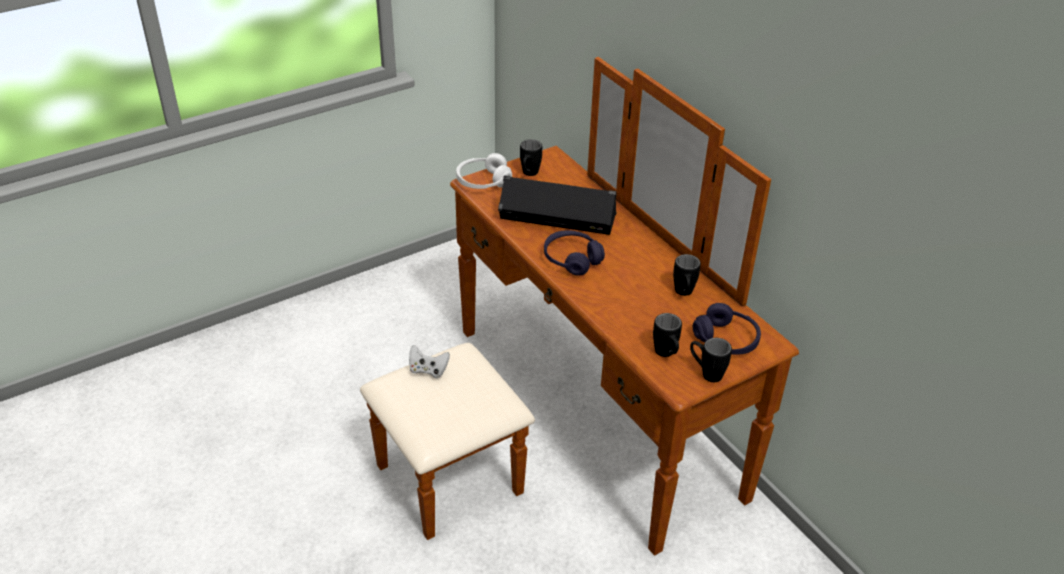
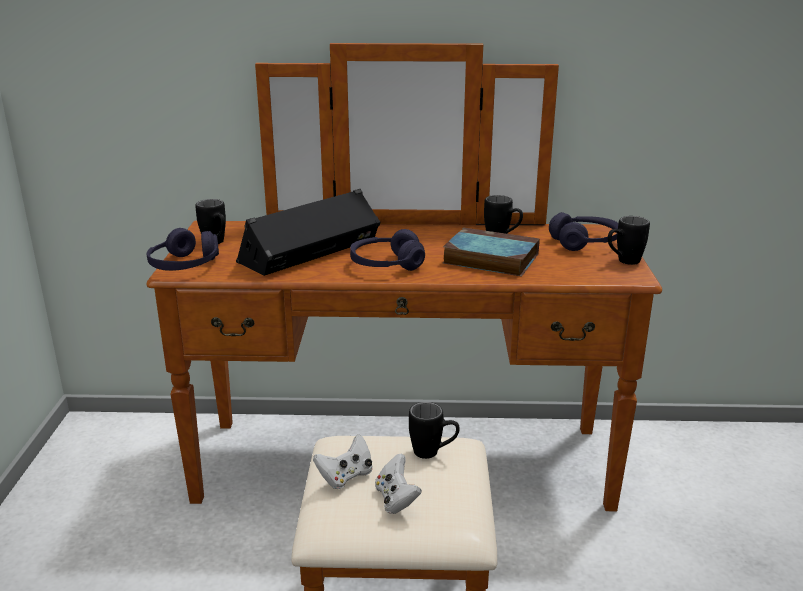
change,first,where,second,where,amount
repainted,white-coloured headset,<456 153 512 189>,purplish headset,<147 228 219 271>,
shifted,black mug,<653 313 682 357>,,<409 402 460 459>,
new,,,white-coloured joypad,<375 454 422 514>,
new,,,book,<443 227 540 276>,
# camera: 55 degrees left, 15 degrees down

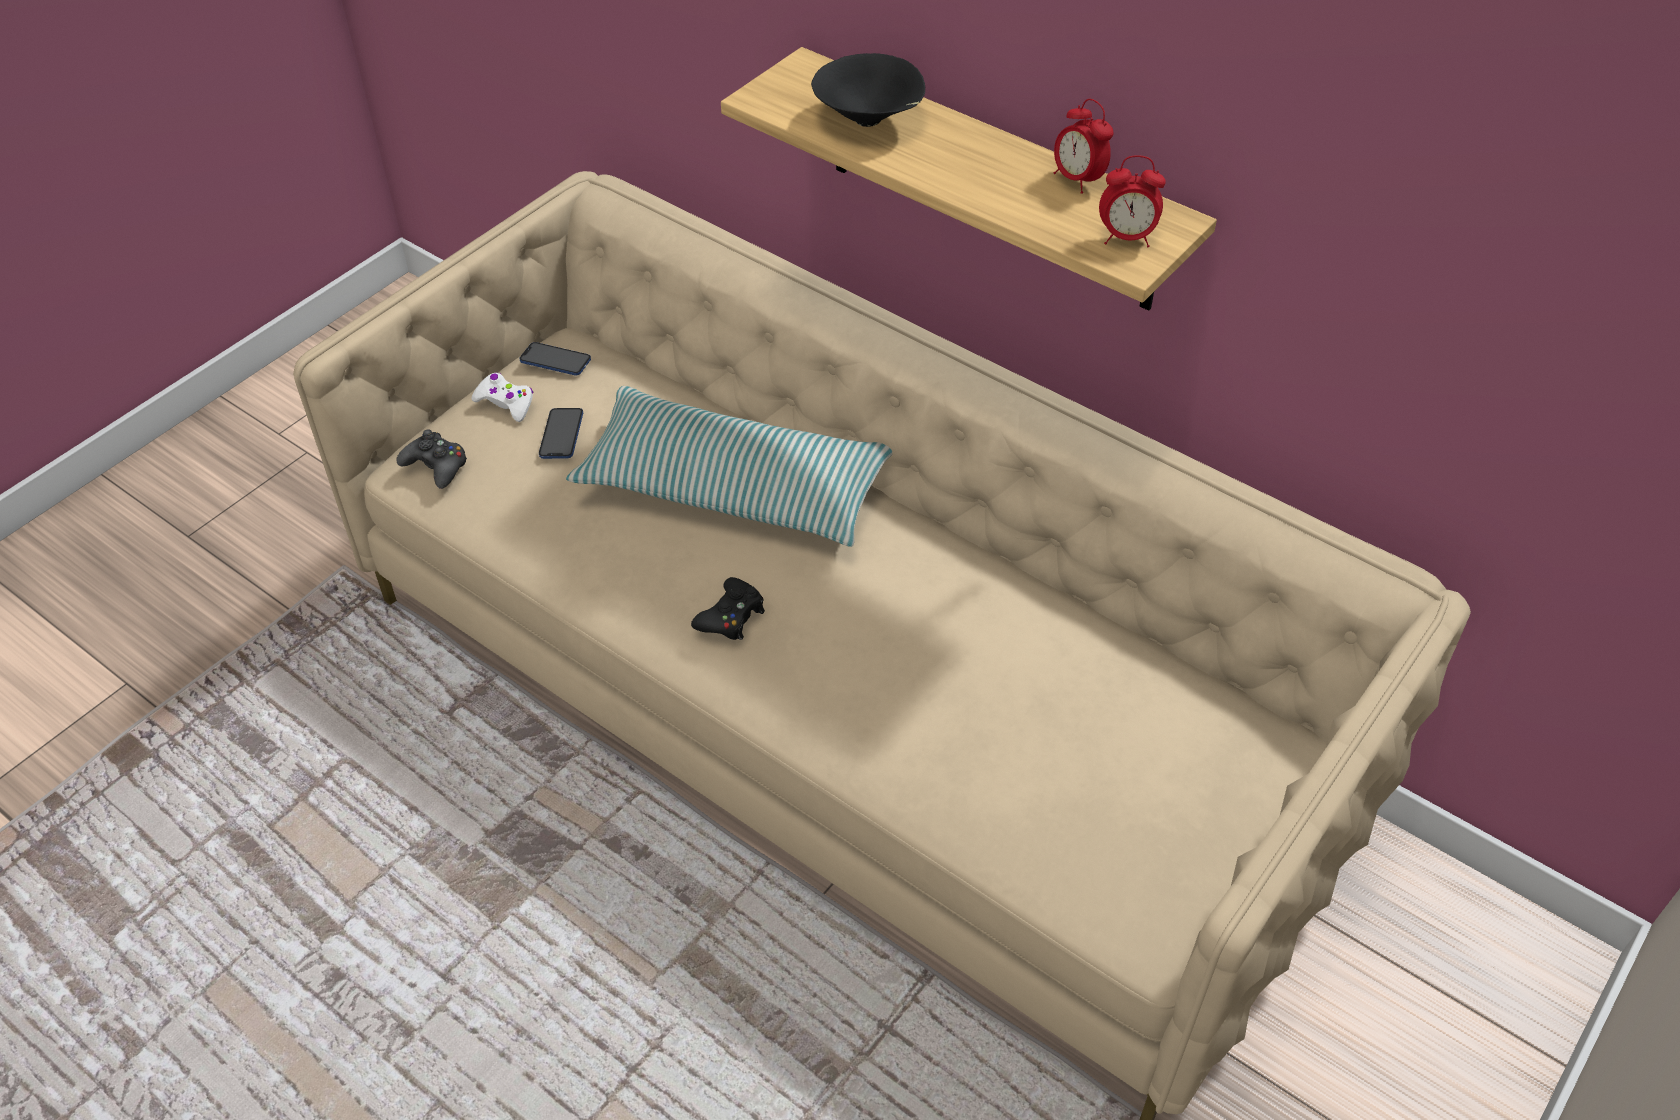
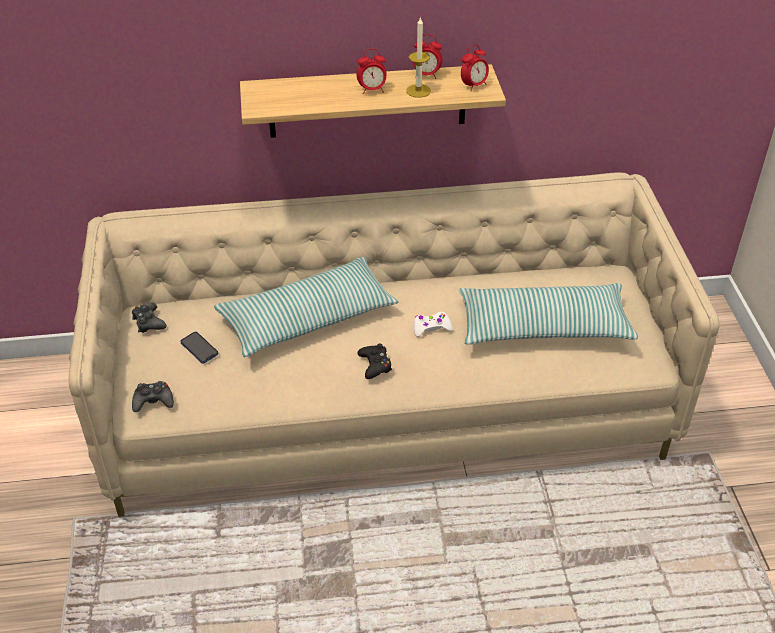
change,first,where,second,where,amount
shifted,white-coloured joypad,<471 373 534 422>,,<414 312 453 337>,
swapped,handset,<519 342 591 376>,black joypad,<132 302 167 333>,
gone,black serving bowl,<811 53 925 127>,,,
new,,,alarm clock,<357 49 387 94>,
new,,,candle,<406 18 431 98>,
new,,,cushion,<459 283 638 345>,
# camera: 45 degrees left, 5 degrees down

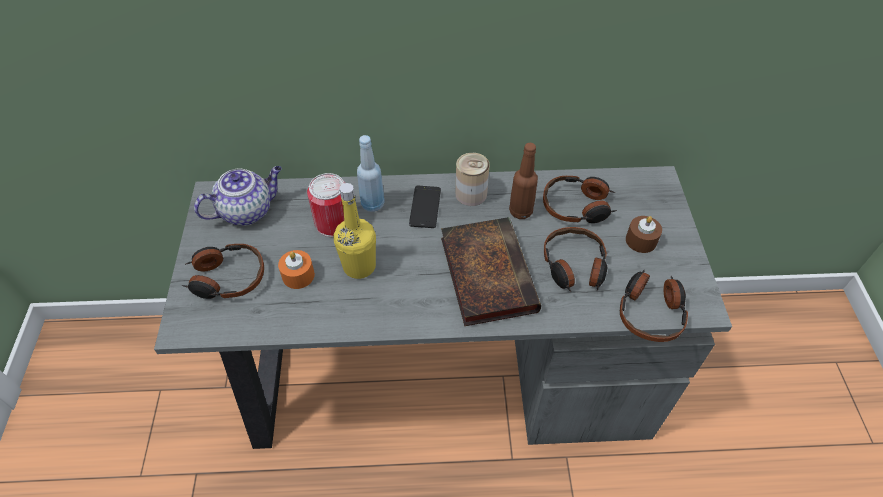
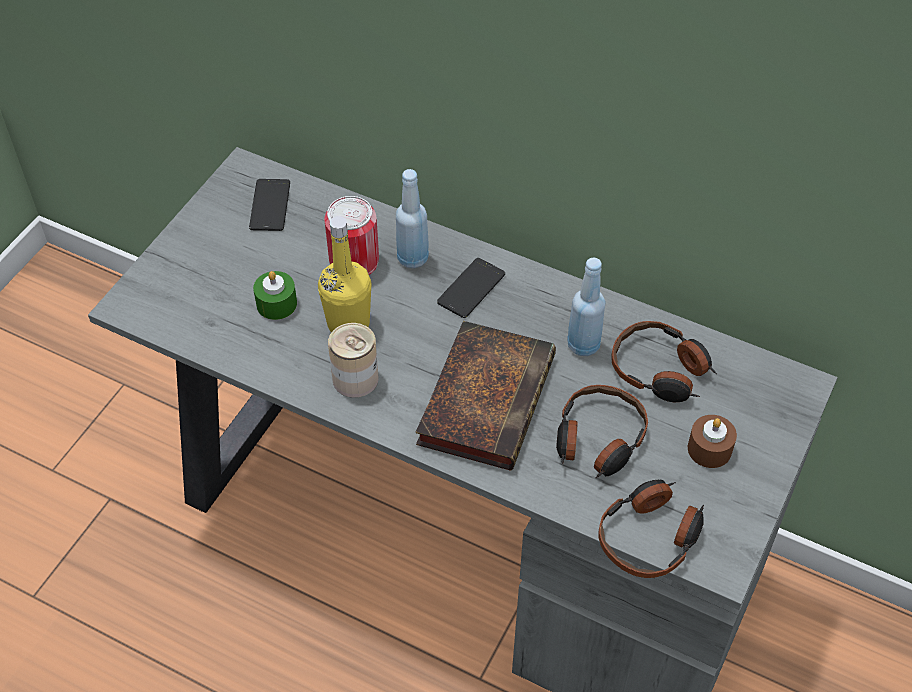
change,first,where,second,where,amount
gone,headset,<182 244 264 299>,,,
swapped,teapot,<194 166 282 226>,handset,<249 179 290 231>,
repainted,orangey candle,<278 250 315 289>,green candle,<253 271 297 320>,
shifted,metal can,<456 153 490 206>,,<328 323 378 398>,
repainted,brownish beverage bottle,<509 143 538 219>,blue beverage bottle,<567 257 606 356>,
# camera: 30 degrees right, 0 degrees up

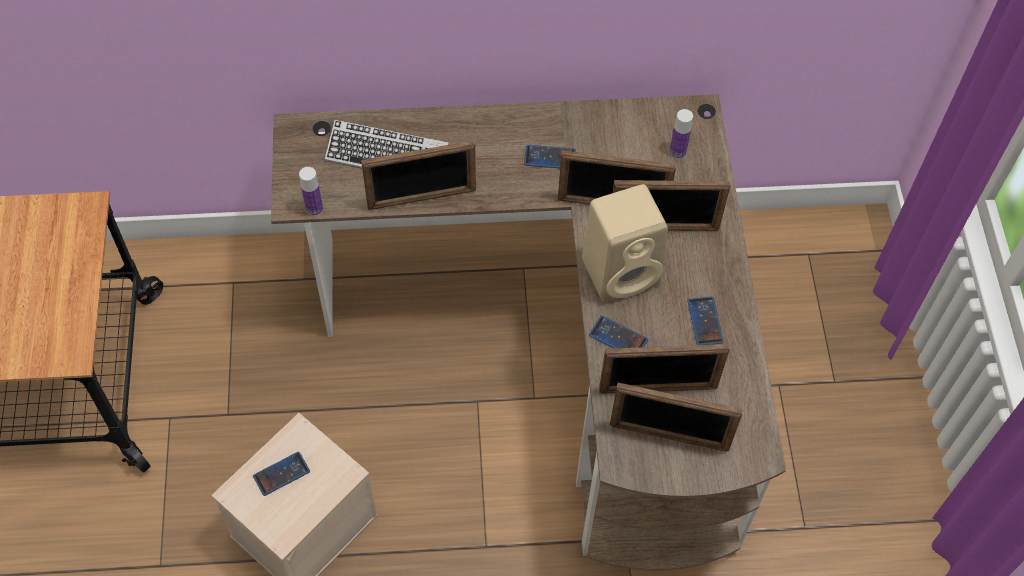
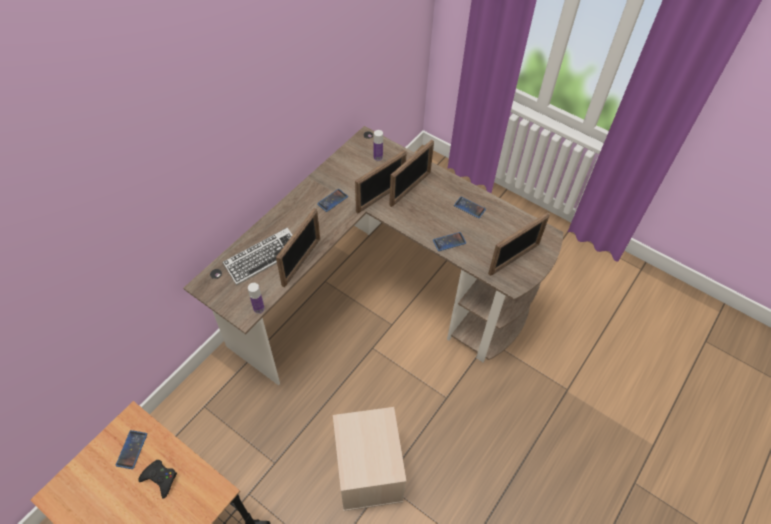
change,first,where,second,where,amount
shifted,handset,<253 452 310 496>,,<116 430 147 469>,
gone,beige speaker,<582 184 668 303>,,,
gone,photo frame,<599 344 730 394>,,,
new,,,black joypad,<138 460 177 499>,
# camera: 50 degrees left, 5 degrees down

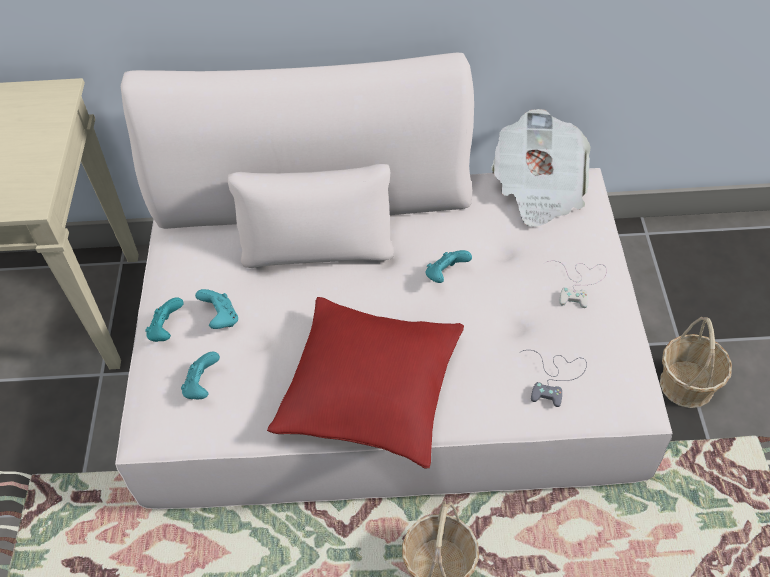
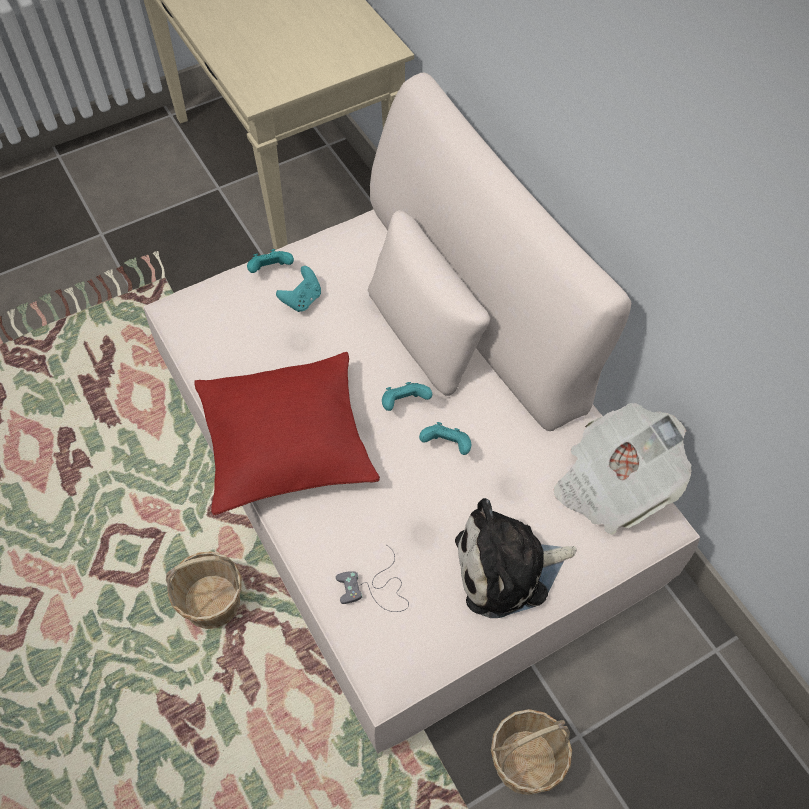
change,first,where,second,where,amount
shifted,blue-green joypad,<181 352 220 399>,,<382 382 432 411>,
swapped,white-coloured joypad,<545 261 607 308>,plush toy,<455 498 577 618>,
# camera: 60 degrees right, 5 degrees up

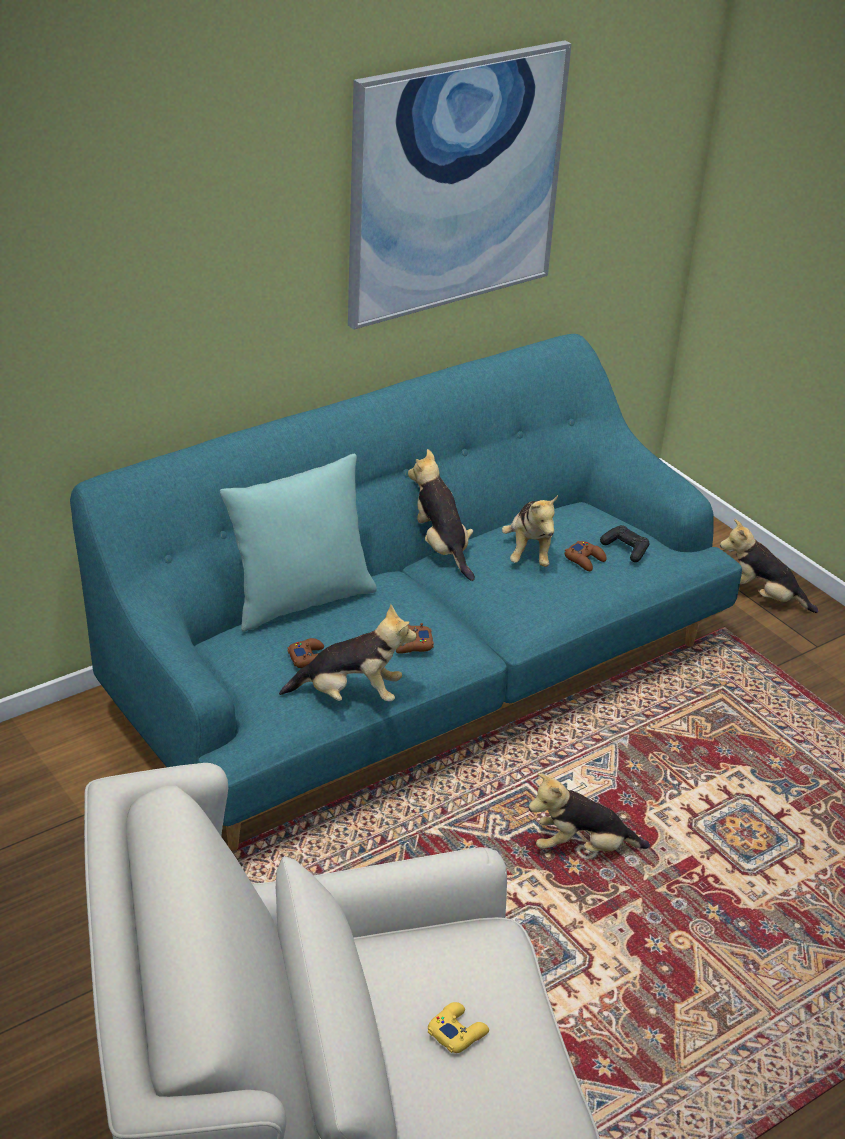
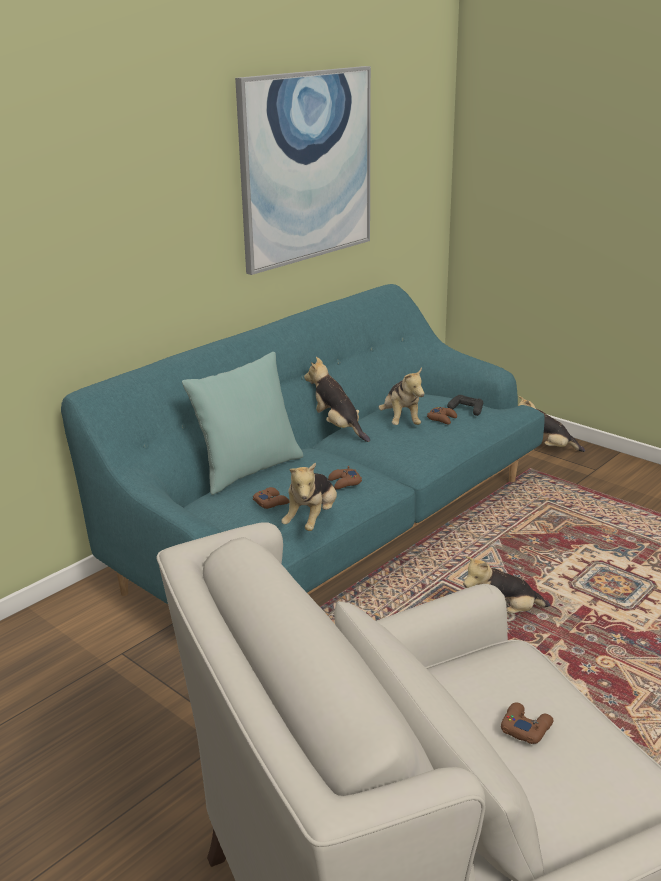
change,first,where,second,where,amount
rotated,plush toy,<279 604 416 701>,,<281 462 337 531>,120 degrees clockwise
repainted,yellowish joypad,<428 1002 489 1053>,brownish joypad,<501 703 553 744>,
# camera: 10 degrees left, 10 degrees down

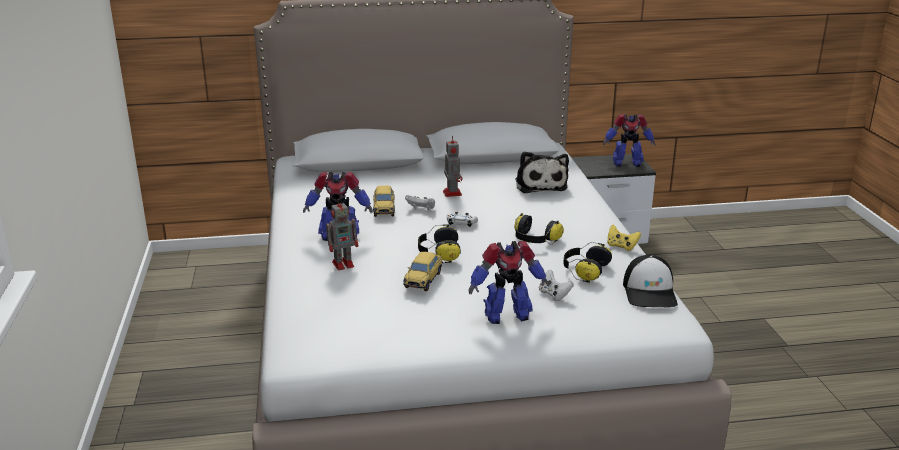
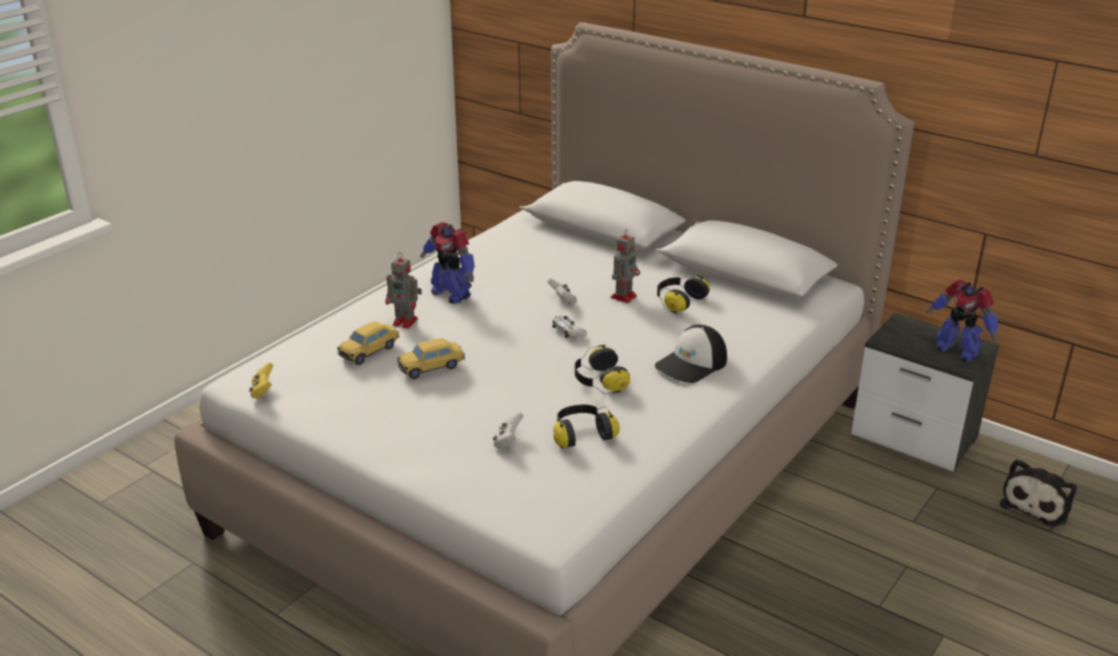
change,first,where,second,where,amount
shifted,model car,<373 186 395 217>,,<337 322 400 365>,
shifted,headset,<418 224 461 263>,,<657 273 710 314>,
gone,toy robot,<468 241 549 324>,,,
shifted,plush toy,<516 151 569 193>,,<1000 459 1077 527>,
shifted,yellowish joypad,<607 225 641 251>,,<249 363 273 399>,
shifted,baseball cap,<623 255 678 307>,,<655 325 727 383>,
# camera: 45 degrees right, 5 degrees up

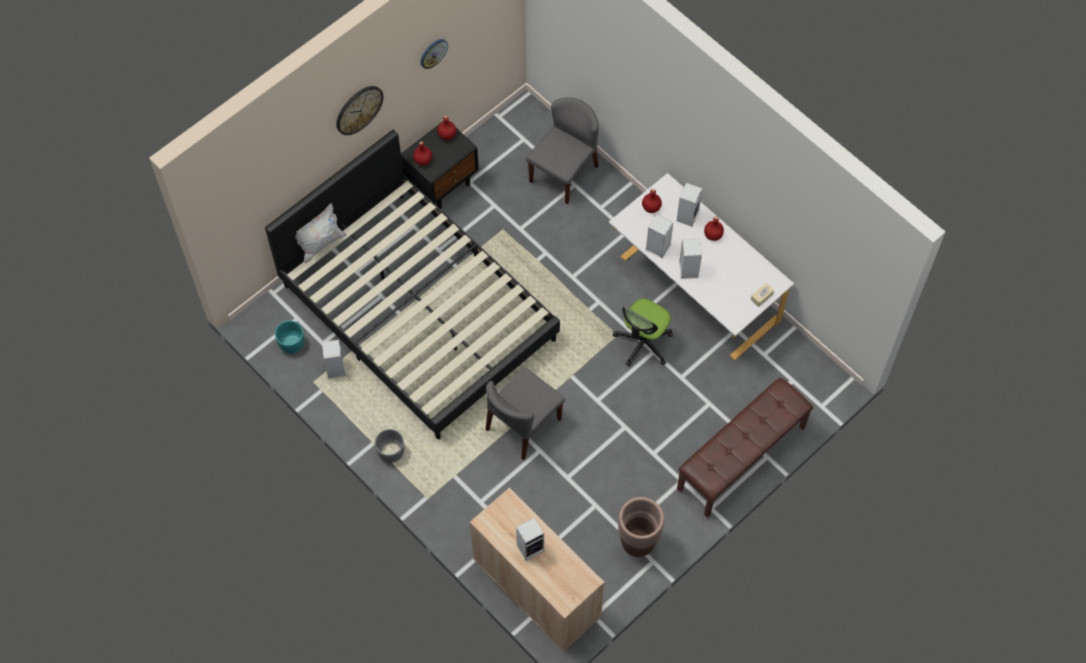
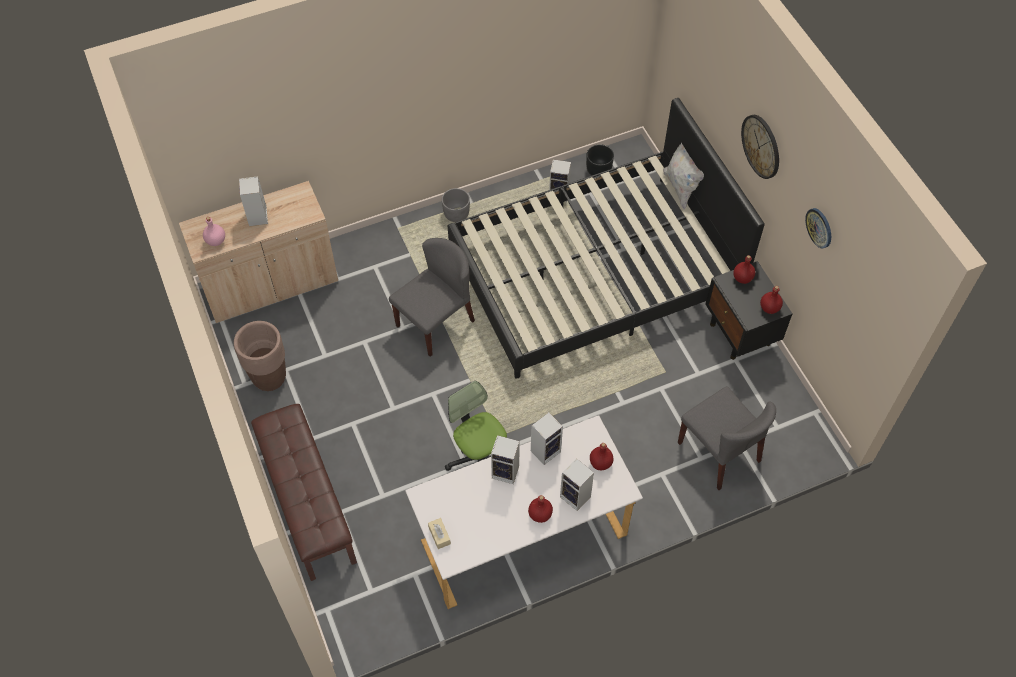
change,first,where,second,where,amount
repainted,blue-green plant pot,<275 320 304 354>,black plant pot,<586 144 614 176>,
rotated,greyish upright chair,<485 367 565 460>,,<389 238 475 357>,75 degrees clockwise
new,,,pink-coloured beverage bottle,<203 217 225 246>,
# camera: 110 degrees right, 5 degrees down

